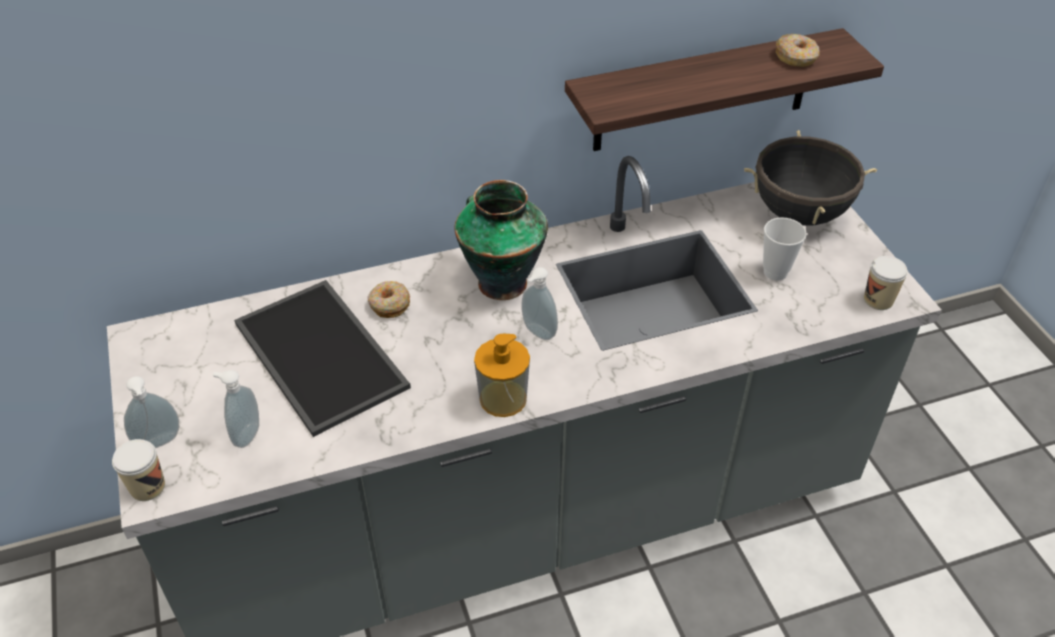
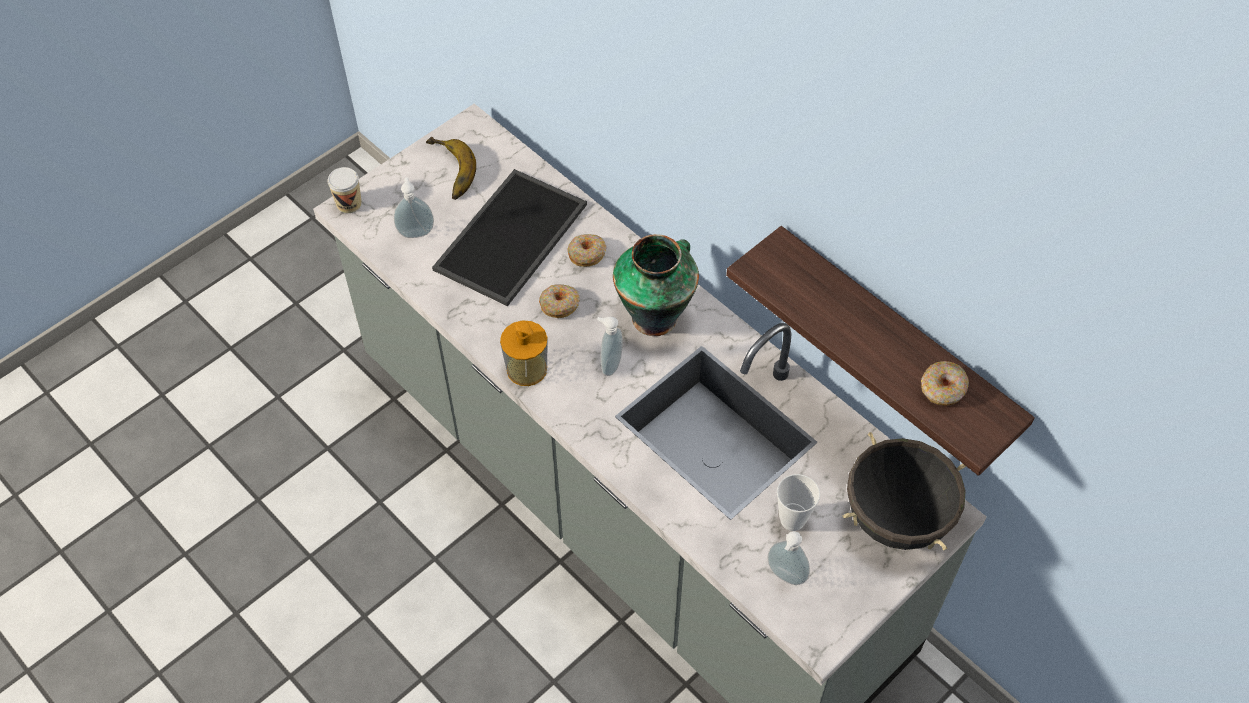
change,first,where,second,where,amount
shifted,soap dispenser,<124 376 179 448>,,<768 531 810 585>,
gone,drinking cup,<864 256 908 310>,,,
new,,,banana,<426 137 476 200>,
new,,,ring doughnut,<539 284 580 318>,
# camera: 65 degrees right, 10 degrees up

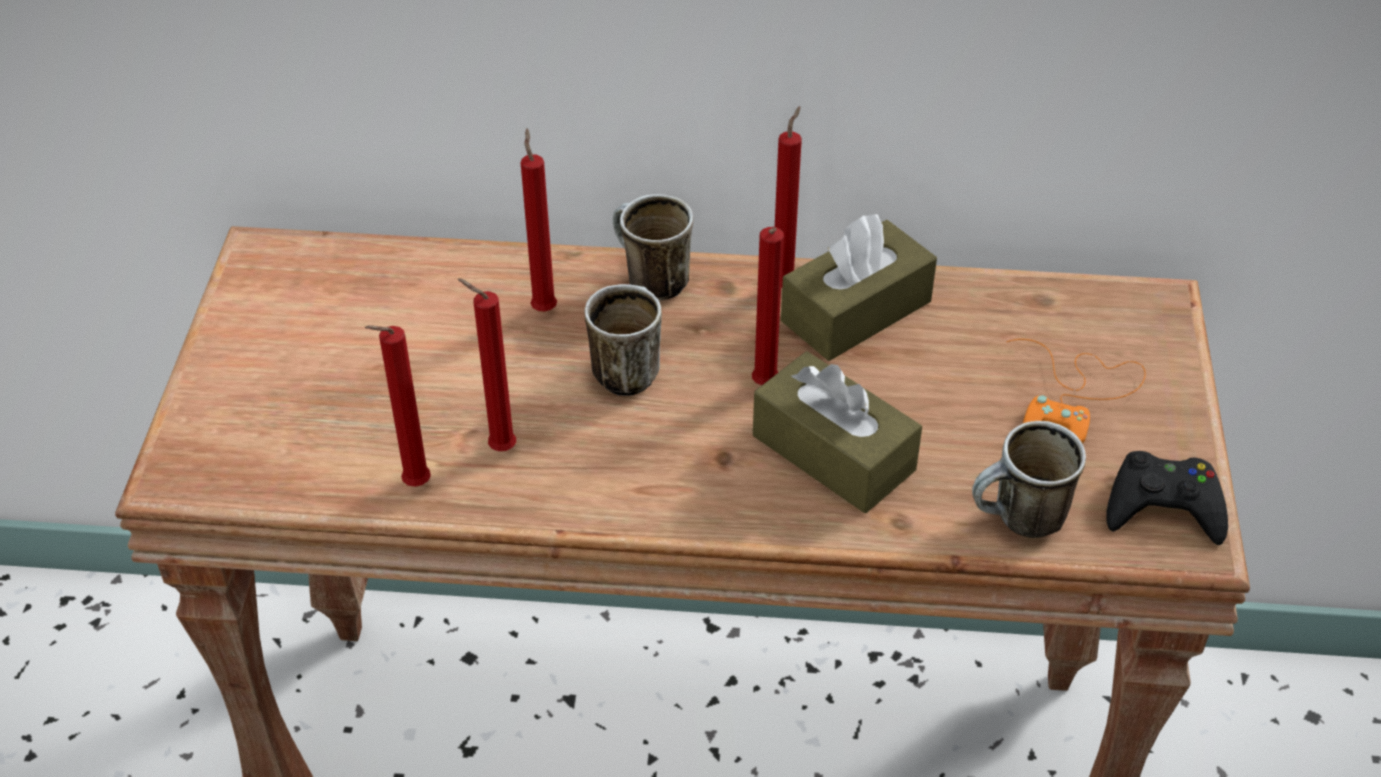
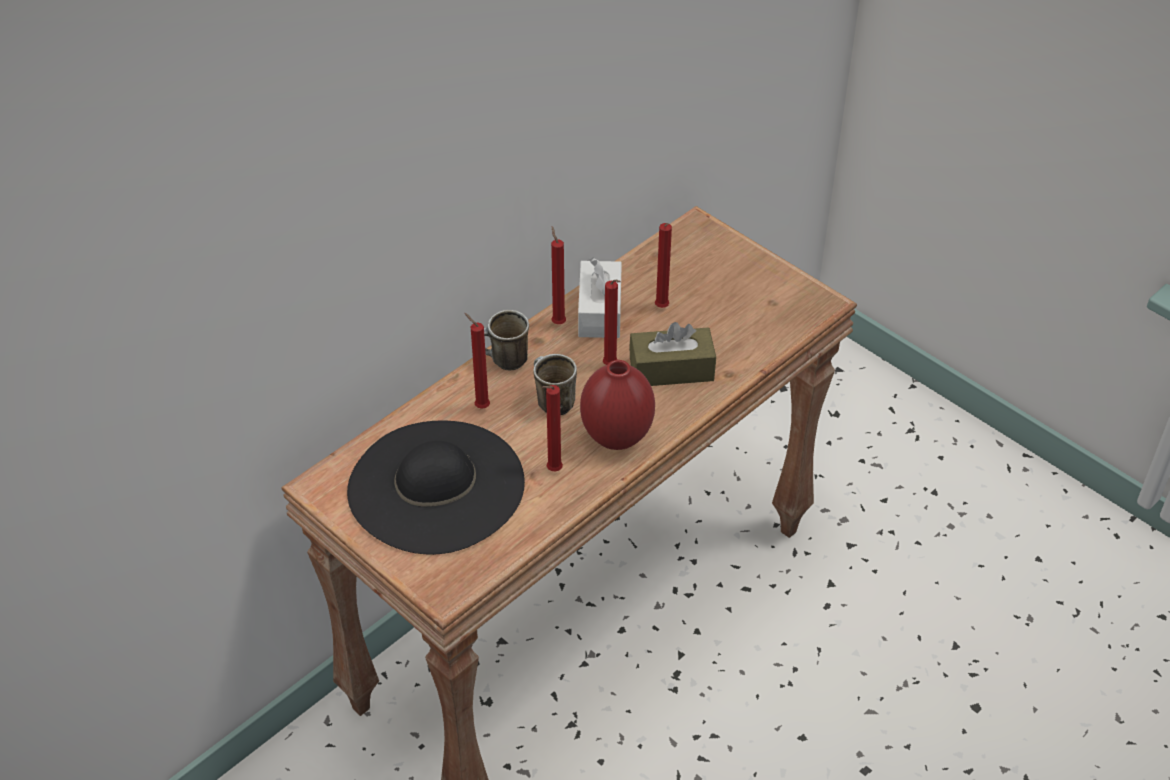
change,first,where,second,where,amount
shifted,red-coloured candle,<365 325 431 487>,,<655 223 672 308>,
repainted,brownish tissue box,<781 214 937 361>,white-coloured tissue box,<578 258 622 338>,
gone,mug,<972 421 1086 538>,,,
gone,orangey joypad,<1006 339 1146 444>,,,
gone,black joypad,<1106 451 1228 545>,,,
new,,,black hat,<347 421 525 555>,
new,,,red-coloured flower vase,<580 360 655 450>,
# camera: 50 degrees left, 0 degrees up

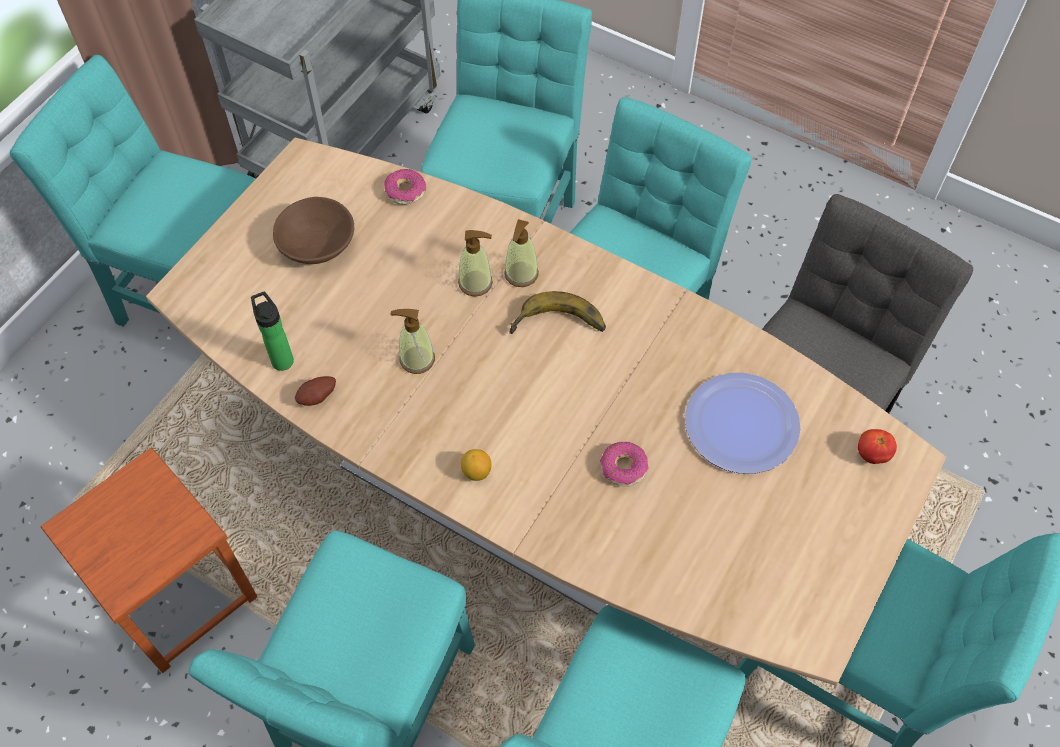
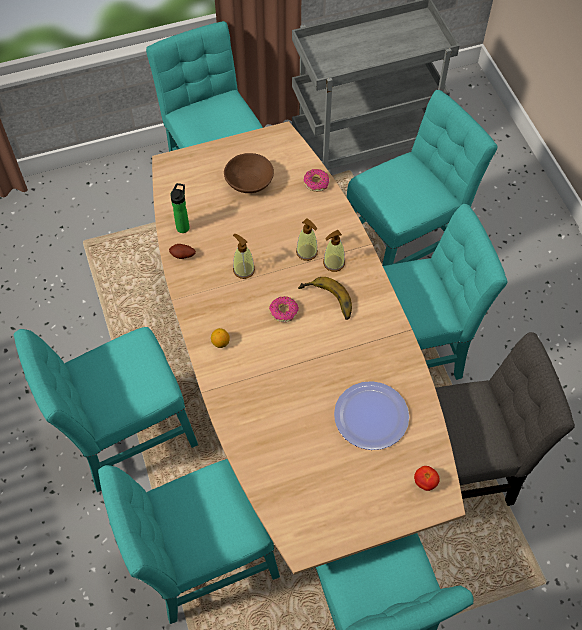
change,first,where,second,where,amount
gone,brownish sitting stool,<41 448 257 673>,,,
shifted,ring doughnut,<600 442 649 487>,,<269 296 299 322>,
# camera: 40 degrees right, 0 degrees up

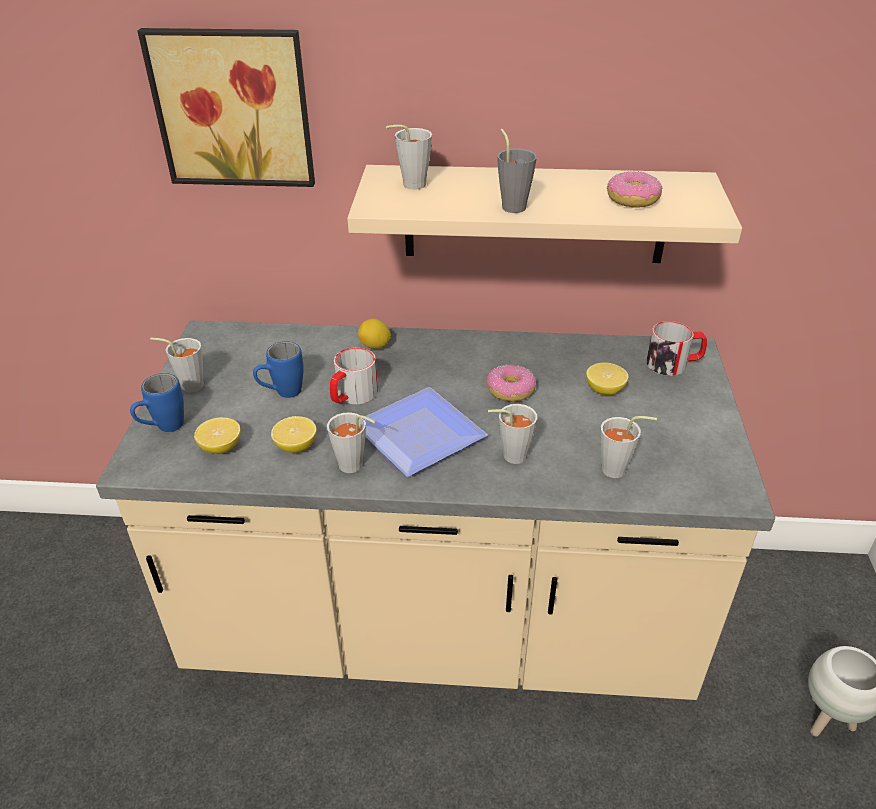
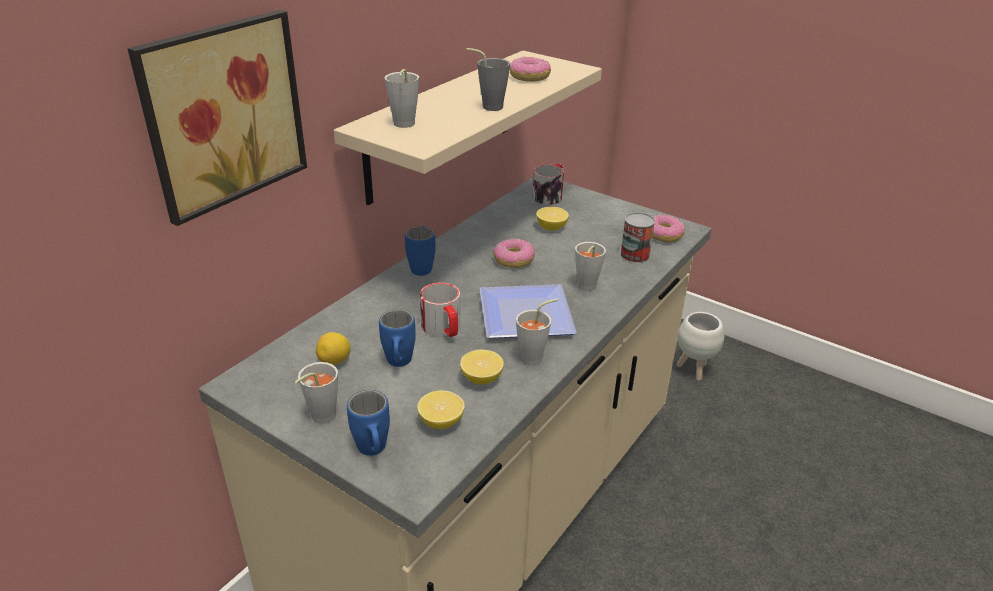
change,first,where,second,where,amount
shifted,whole lemon,<358 318 391 349>,,<316 332 351 365>,
swapped,greyish drinking cup,<601 416 657 478>,metal can,<620 212 655 263>,
new,,,blue mug,<405 226 436 276>,
new,,,ring doughnut,<652 215 685 243>,
# camera: 60 degrees left, 5 degrees down

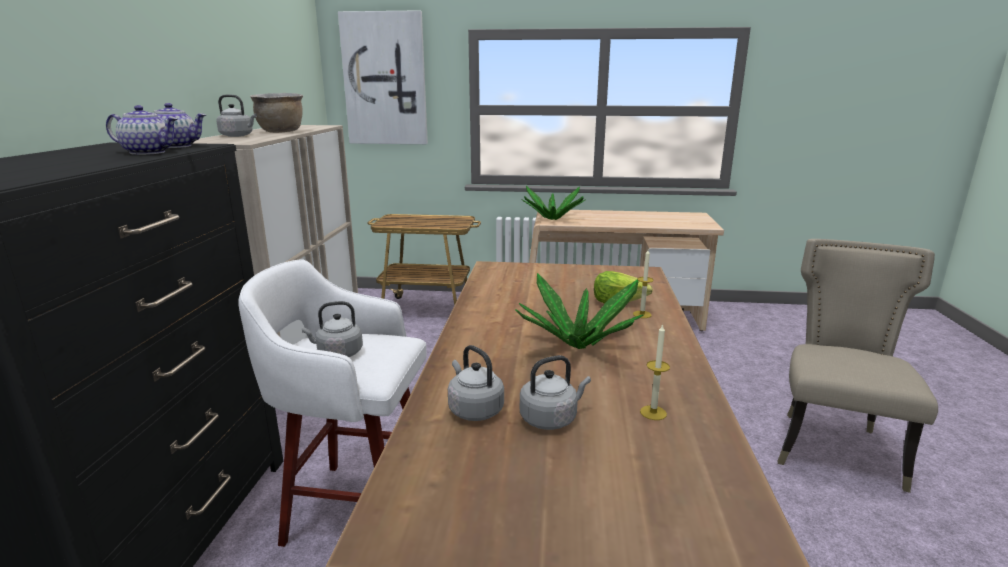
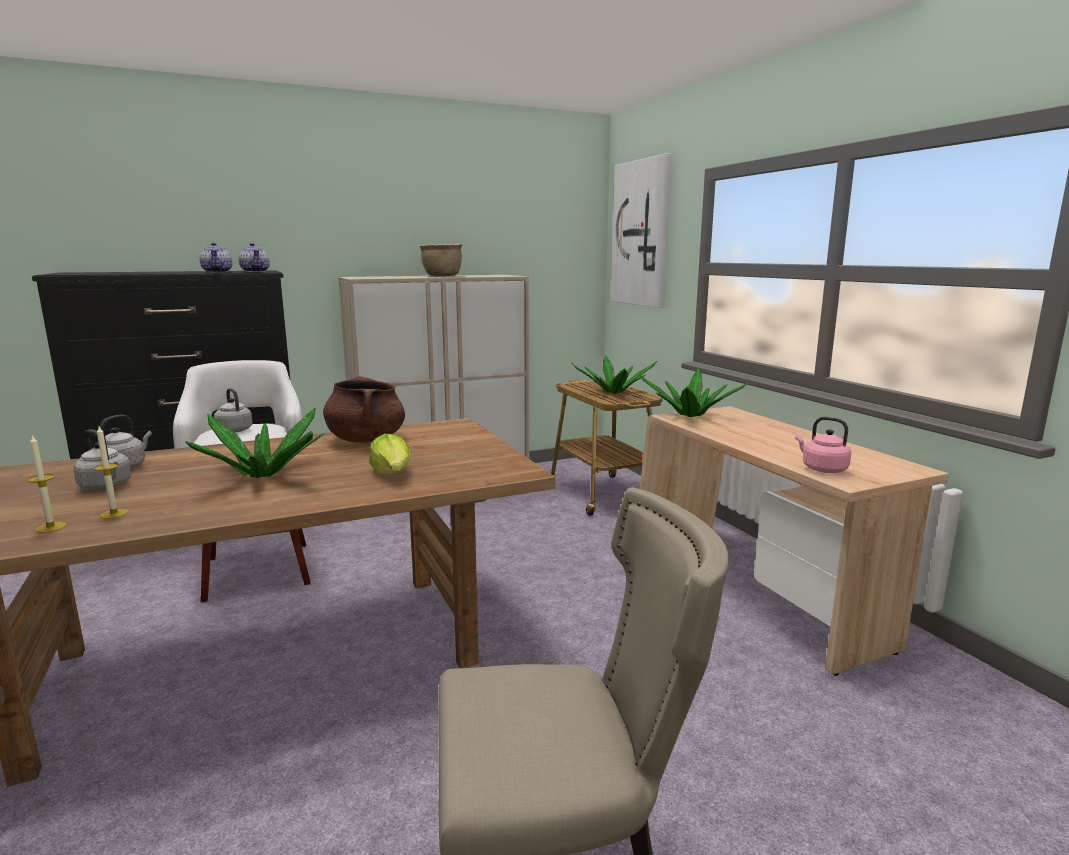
change,first,where,second,where,amount
gone,greyish tea kettle,<216 94 257 137>,,,
shifted,candle,<633 250 654 318>,,<27 434 67 533>,
new,,,brownish stockpot,<323 376 405 443>,
new,,,houseplant,<571 355 657 394>,
new,,,pink-coloured tea kettle,<795 417 851 473>,
# camera: 60 degrees right, 5 degrees down

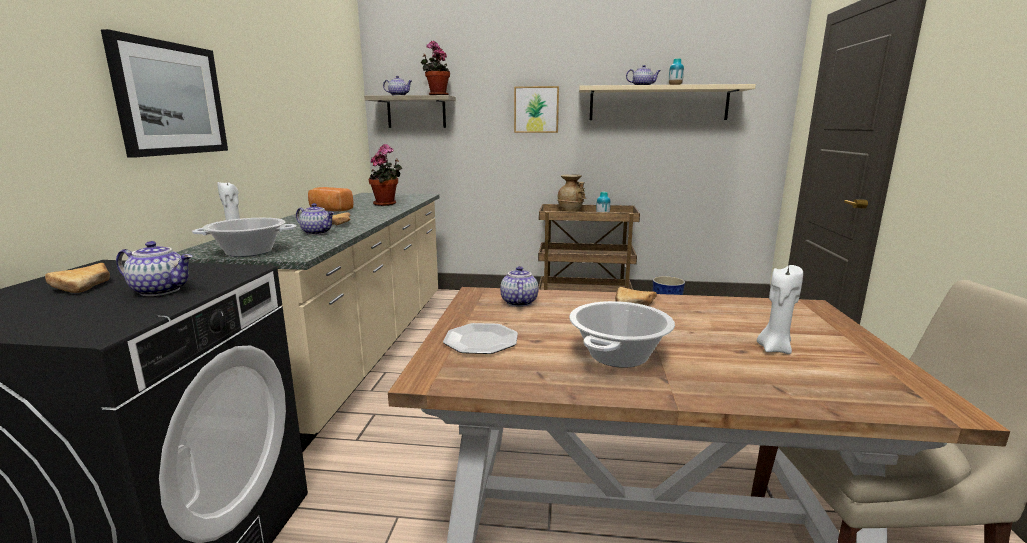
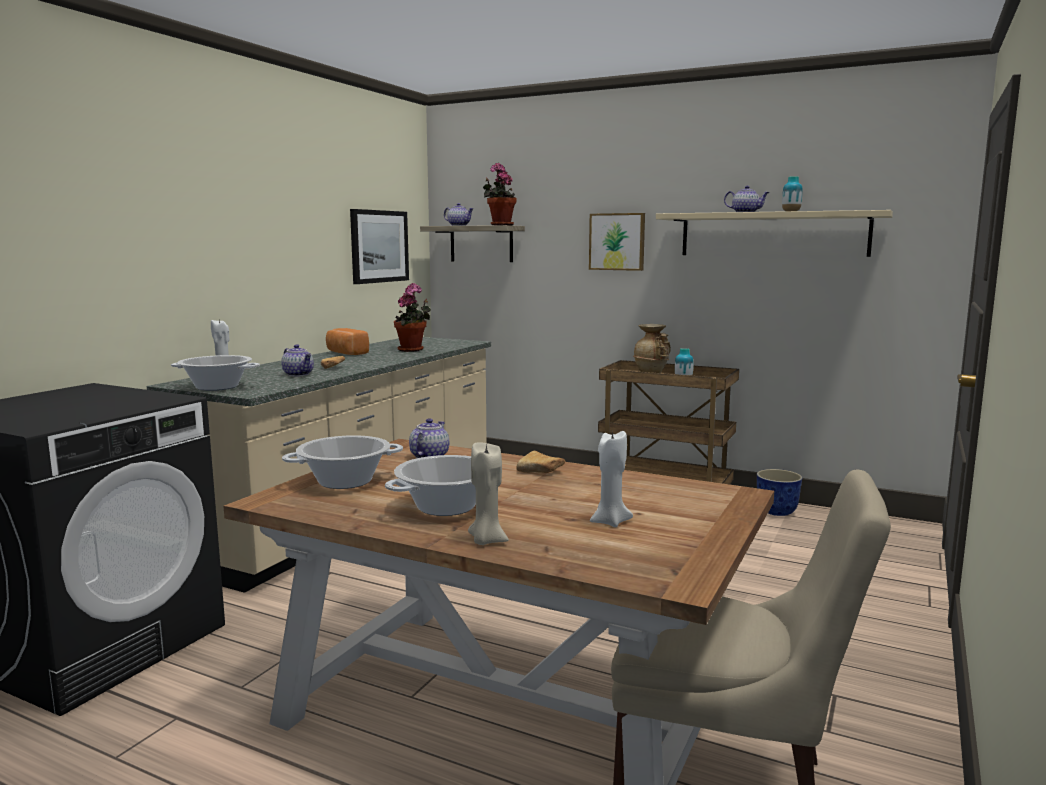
change,first,where,second,where,amount
gone,bread,<45 263 110 293>,,,
shifted,wall picture,<101 29 228 158>,,<350 209 409 284>,
gone,teapot,<116 241 192 296>,,,
swapped,plate,<443 323 518 354>,stockpot,<282 435 403 489>,
new,,,beige candle,<468 442 509 545>,
# camera: 20 degrees right, 5 degrees down

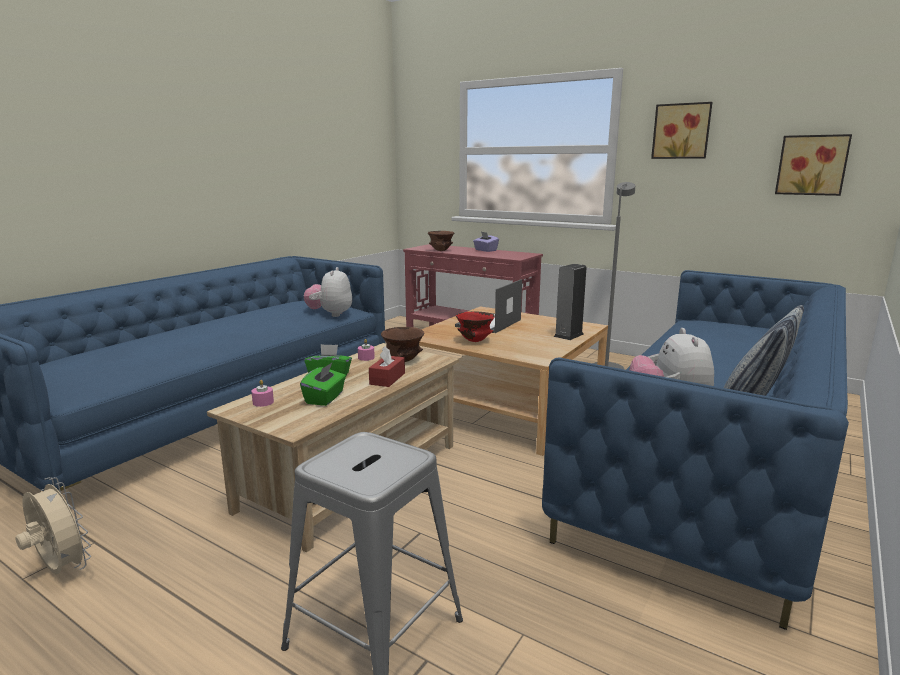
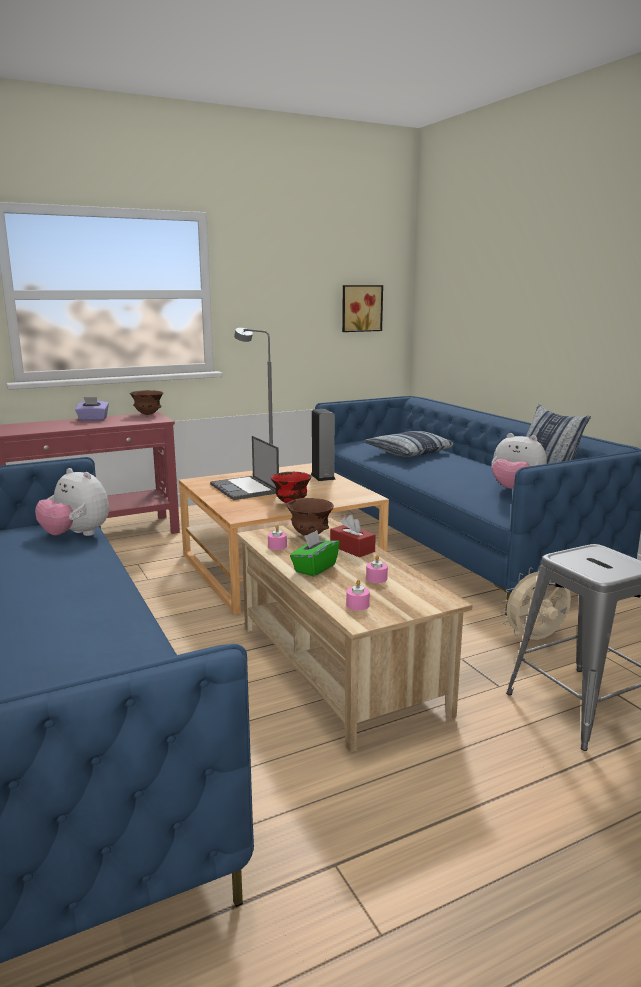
change,first,where,second,where,amount
shifted,beige electric fan,<15 477 91 574>,,<501 566 571 640>,
swapped,green tissue box,<300 363 346 406>,pink-coloured candle,<366 555 388 583>,
shifted,brownish serving bowl,<428 231 454 251>,,<130 390 163 415>,
gone,wall picture,<651 102 712 159>,,,
new,,,cushion,<363 431 454 457>,
# camera: 60 degrees left, 0 degrees up

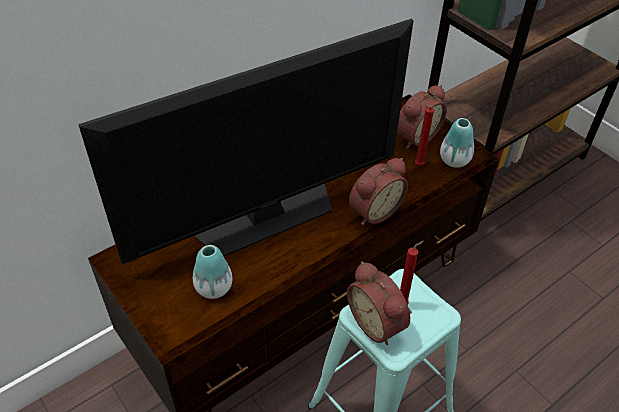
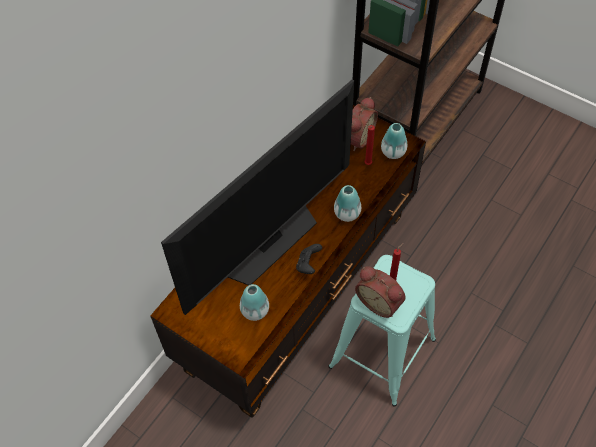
change,first,where,second,where,amount
swapped,alarm clock,<349 158 408 225>,flower vase,<334 185 361 222>,
new,,,black joypad,<296 244 322 274>,
# camera: 15 degrees left, 10 degrees up

